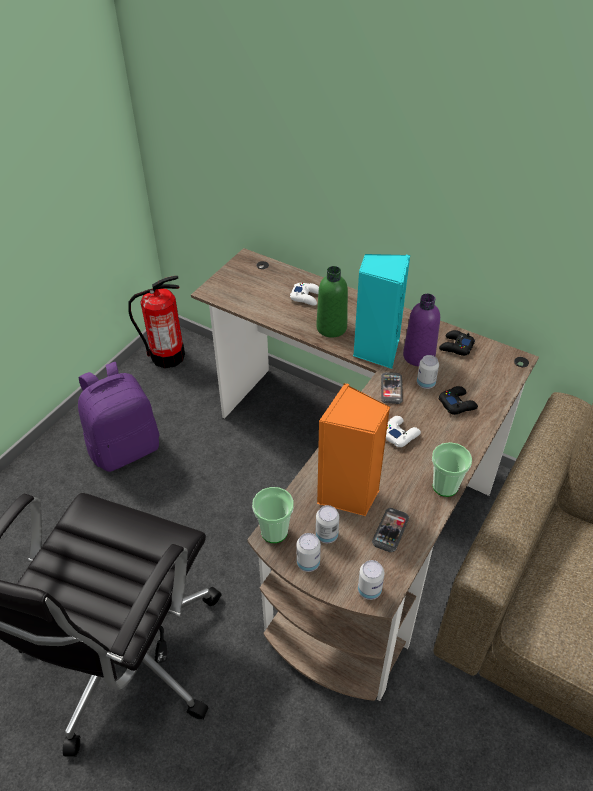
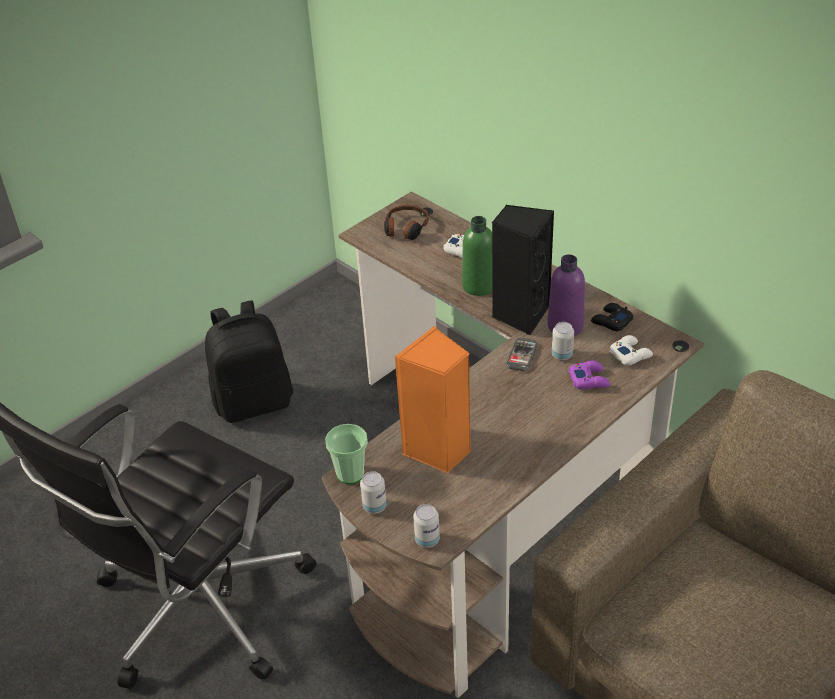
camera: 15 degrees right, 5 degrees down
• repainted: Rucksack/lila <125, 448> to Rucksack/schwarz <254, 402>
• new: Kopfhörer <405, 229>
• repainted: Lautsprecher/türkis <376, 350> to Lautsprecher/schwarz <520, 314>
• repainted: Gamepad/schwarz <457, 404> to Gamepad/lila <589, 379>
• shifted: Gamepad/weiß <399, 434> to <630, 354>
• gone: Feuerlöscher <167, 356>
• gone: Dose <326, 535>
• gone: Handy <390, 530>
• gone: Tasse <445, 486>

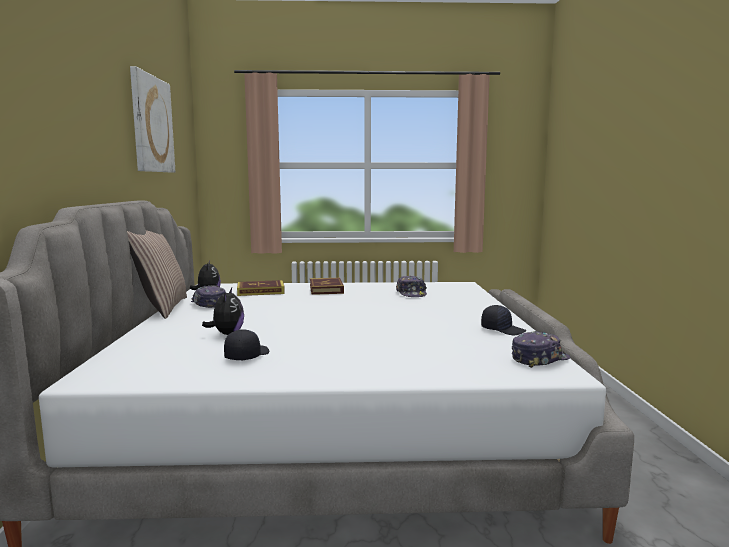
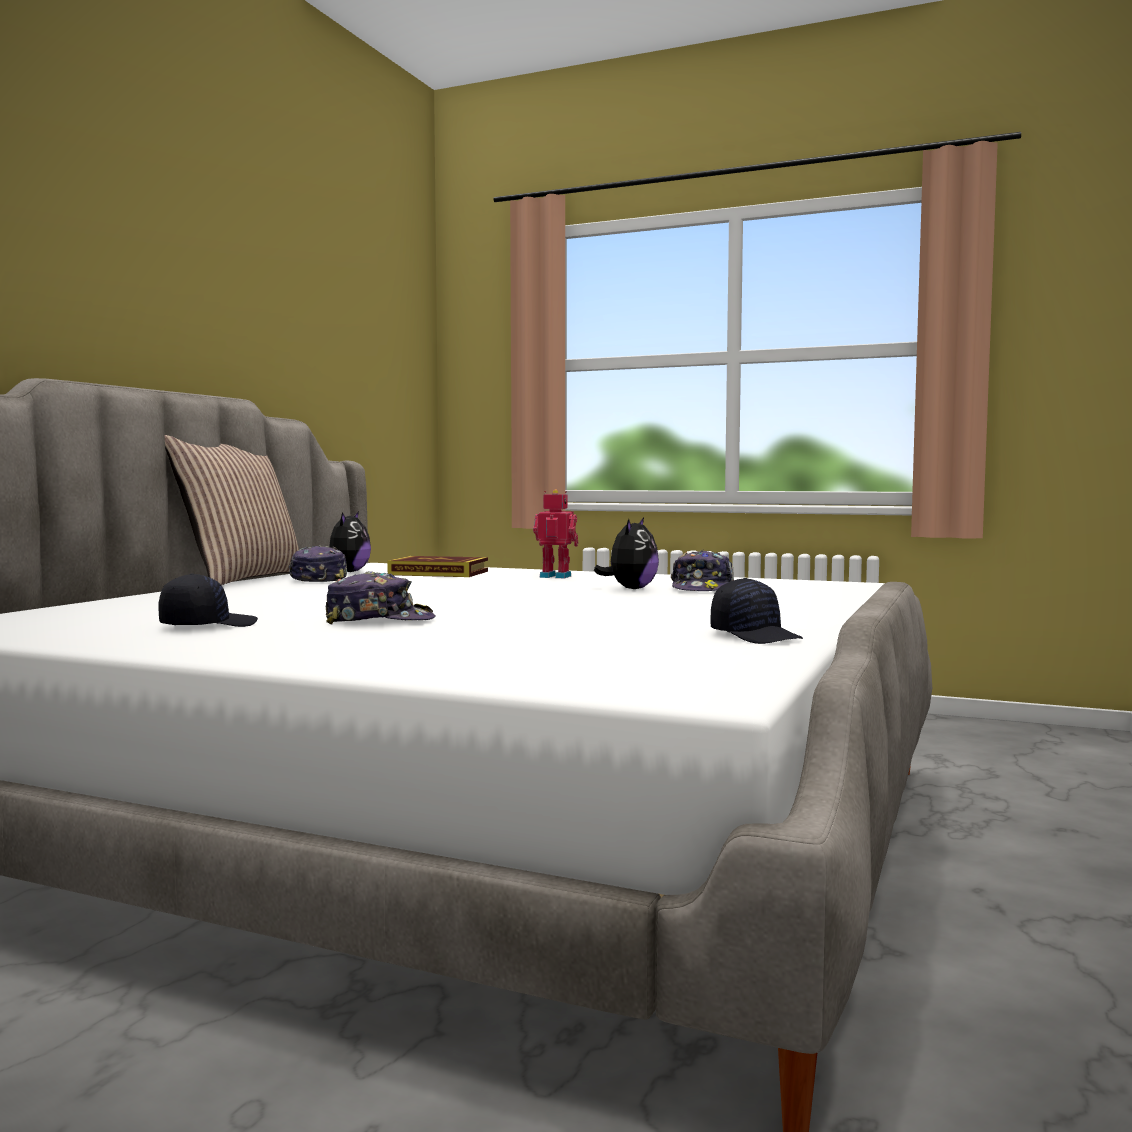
camera: 25 degrees right, 5 degrees down
• shifted: Kappe <539, 359> to <380, 620>
• swapped: Buch <326, 289> to Spielzeugroboter <556, 576>
• shifted: Plüschtier <227, 334> to <630, 589>
• gone: Bild <151, 124>

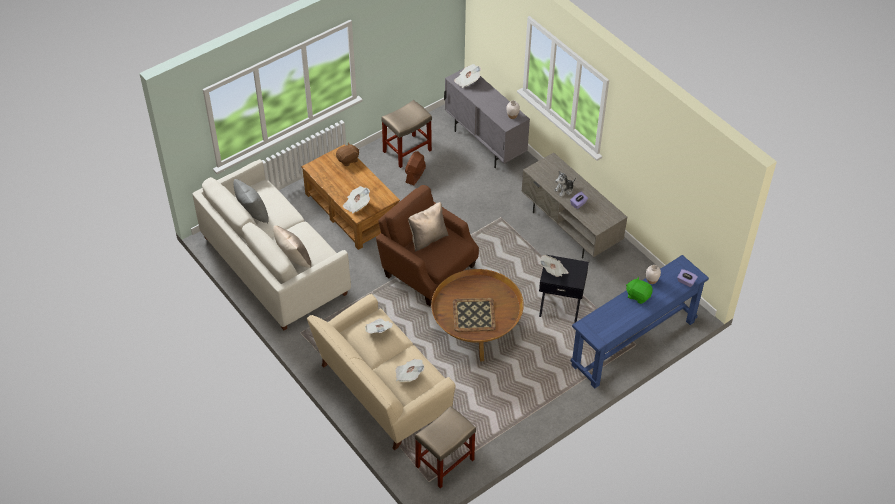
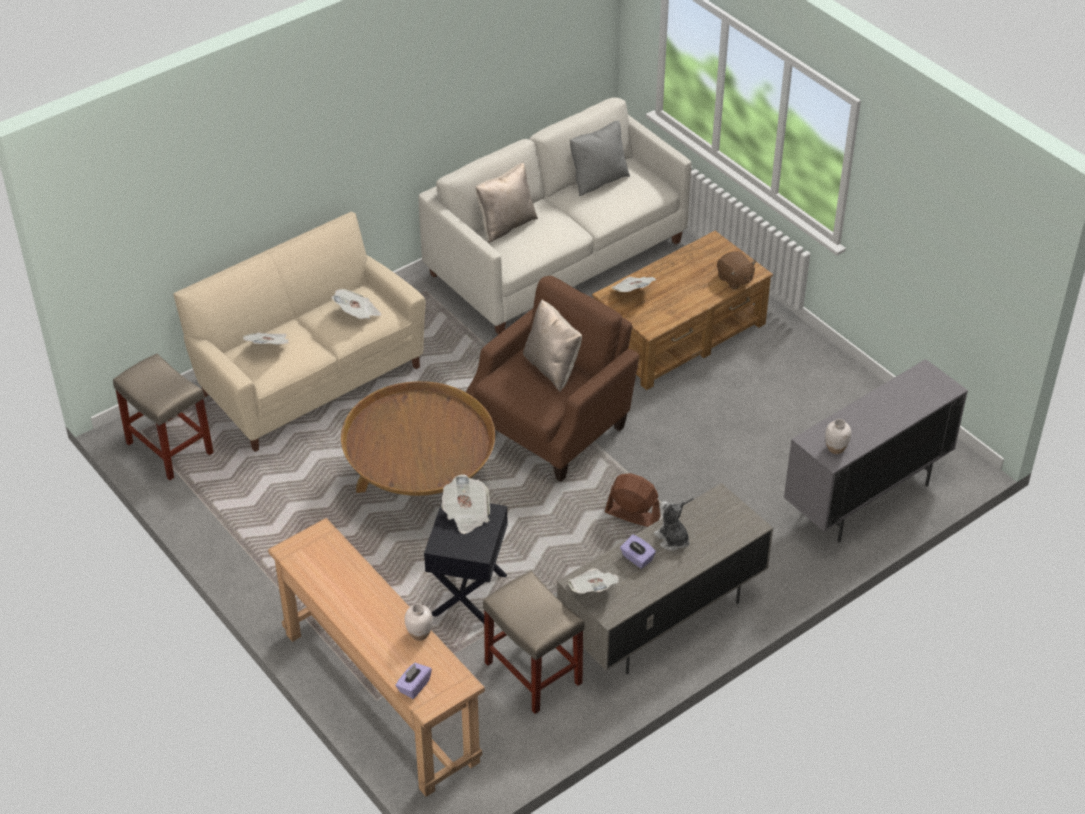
camera: 90 degrees right, 5 degrees down
• repainted: Konsolentisch/blau <633, 343> to Konsolentisch/braun <380, 696>
• shifted: Hocker/beige <407, 150> to <534, 673>
• shifted: Zeitung <467, 81> to <593, 590>
• shifted: Ventilator/braun <415, 175> to <632, 515>
• gone: Tablett <474, 315>
• gone: Plüschtier/grün <638, 295>

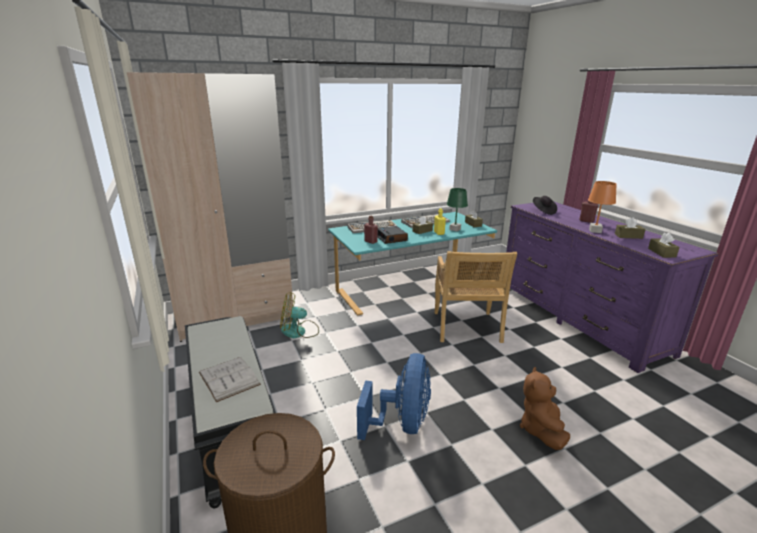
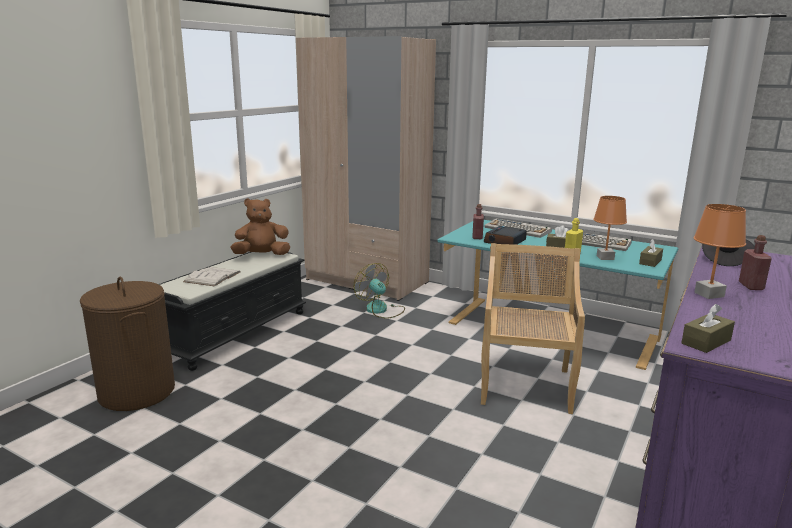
camera: 55 degrees right, 5 degrees down
• shifted: Plüschtier/braun <541, 430> to <261, 255>
• rotated: Stuhl/beige <466, 328> = <525, 385> 135 degrees clockwise
• repainted: Tischlampe/grün <455, 229> to Tischlampe/orange <605, 258>
• gone: Ventilator/blau <402, 423>
• gone: Taschentuchbox/braun <628, 236>

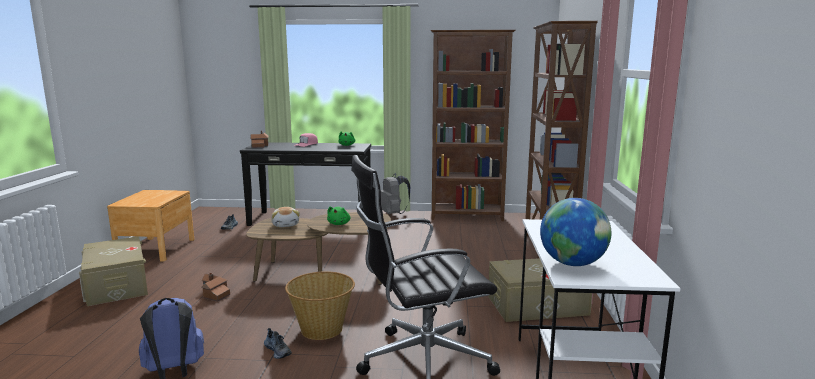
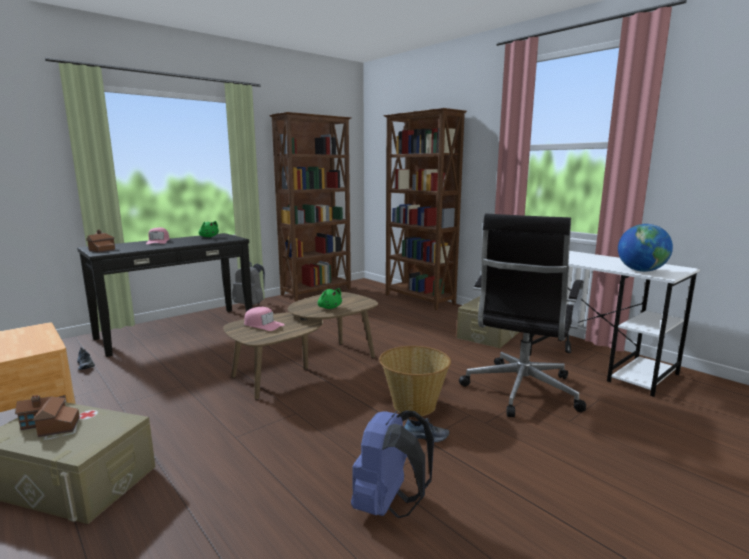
camera: 45 degrees left, 0 degrees up
• shifted: Spielzeughaus <214, 294> to <49, 426>
• swapped: Plüschtier <286, 225> to Kappe/rosa <263, 325>

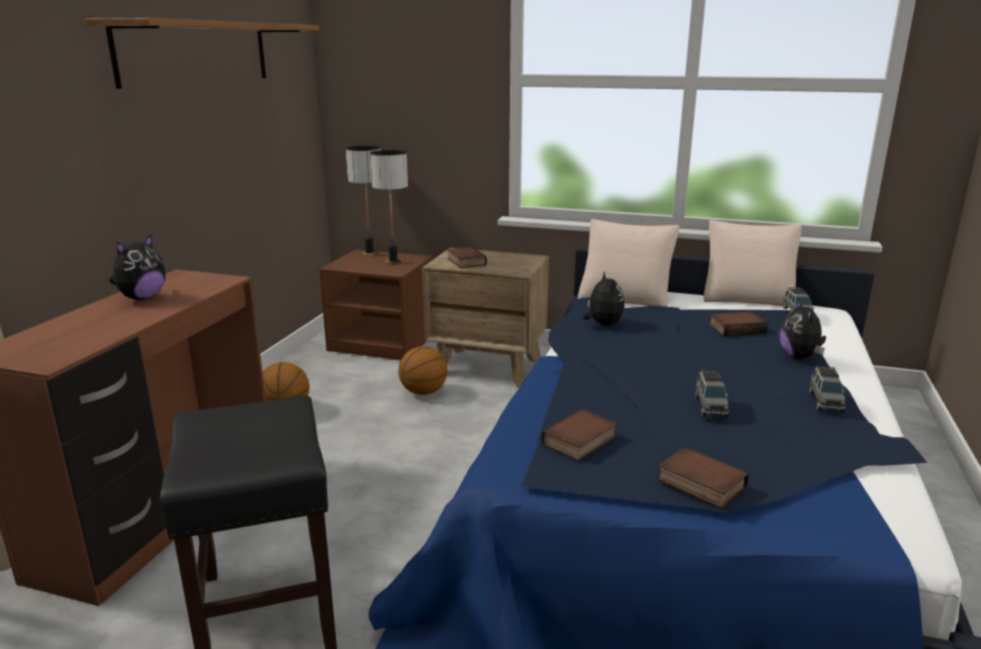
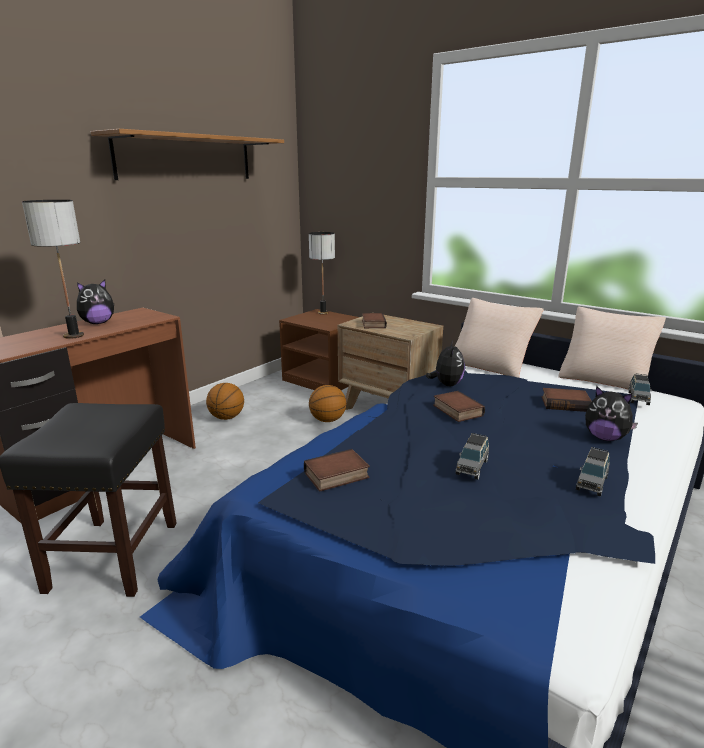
camera: 20 degrees right, 0 degrees up
• shifted: Tischlampe <393, 262> to <74, 336>
• shifted: Buch <699, 484> to <456, 410>
• rotated: Plüschtier <800, 357> = <605, 438> 75 degrees counterclockwise

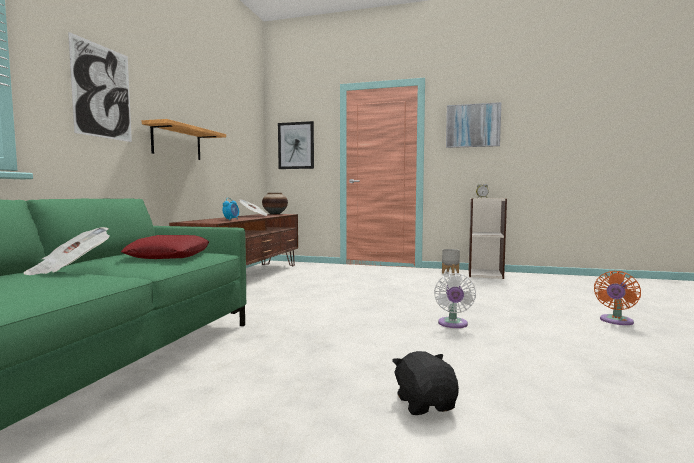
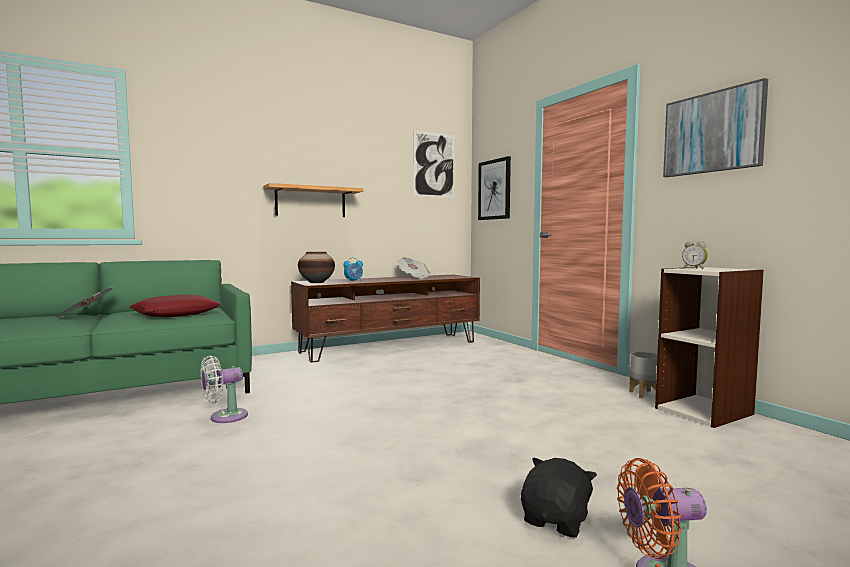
camera: 45 degrees right, 0 degrees up
• shifted: Ventilator/weiß <453, 324> to <224, 417>
• shifted: Vase <275, 214> to <316, 282>
• shifted: Bild <102, 92> to <434, 165>
• shifted: Plüschtier/schwarz <425, 404> to <556, 520>

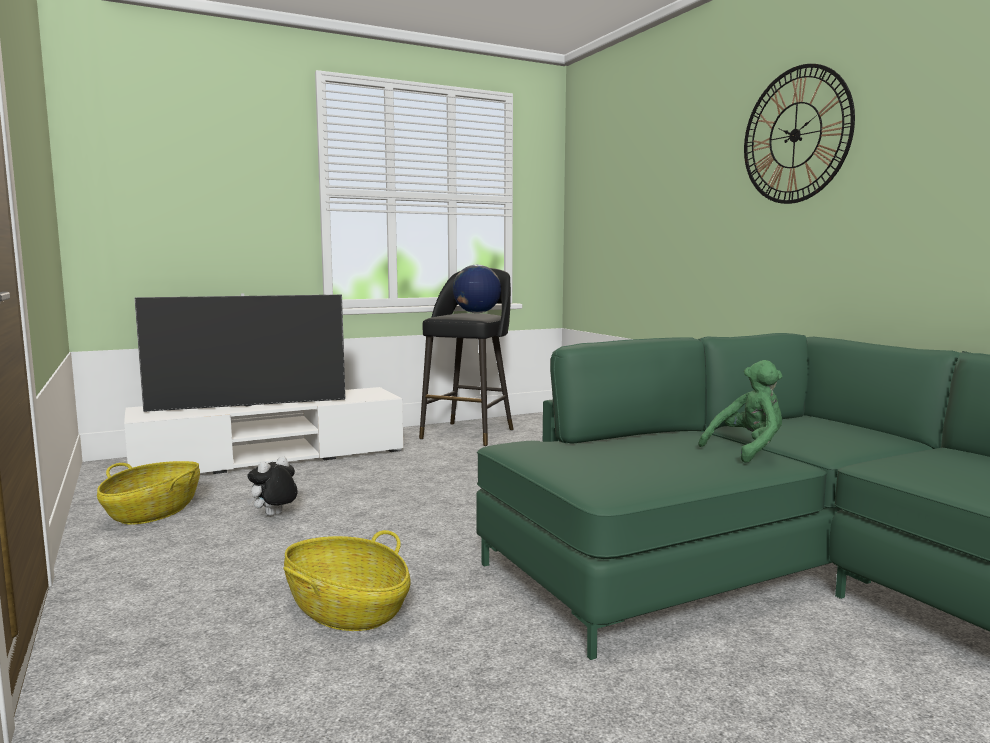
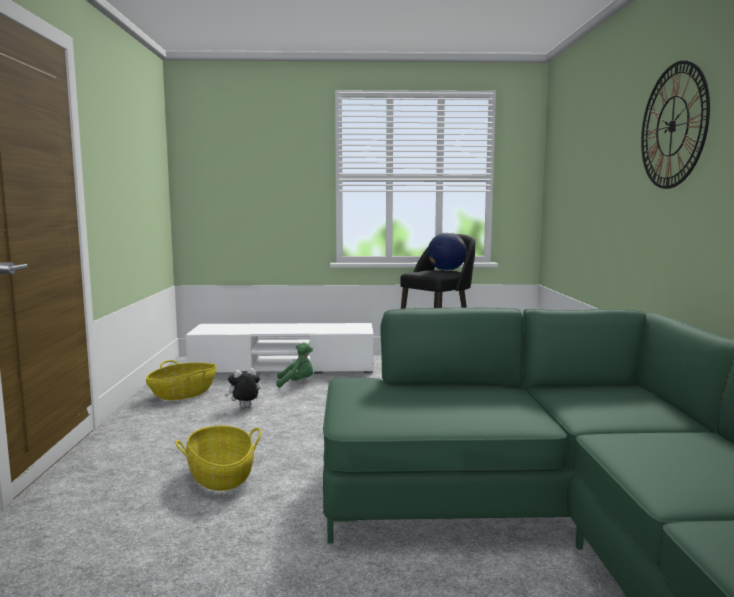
camera: 25 degrees right, 0 degrees up
• shifted: Plüschtier/grün <747, 450> to <297, 383>
• gone: Fernseher <248, 405>

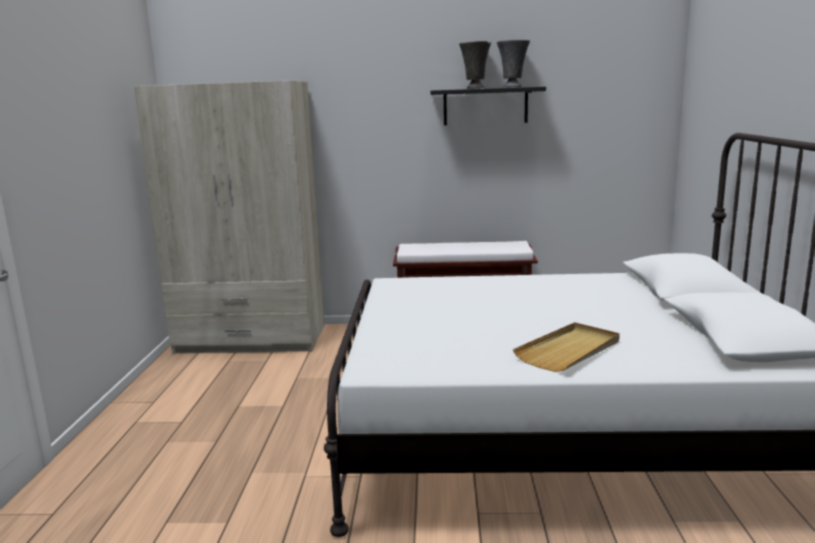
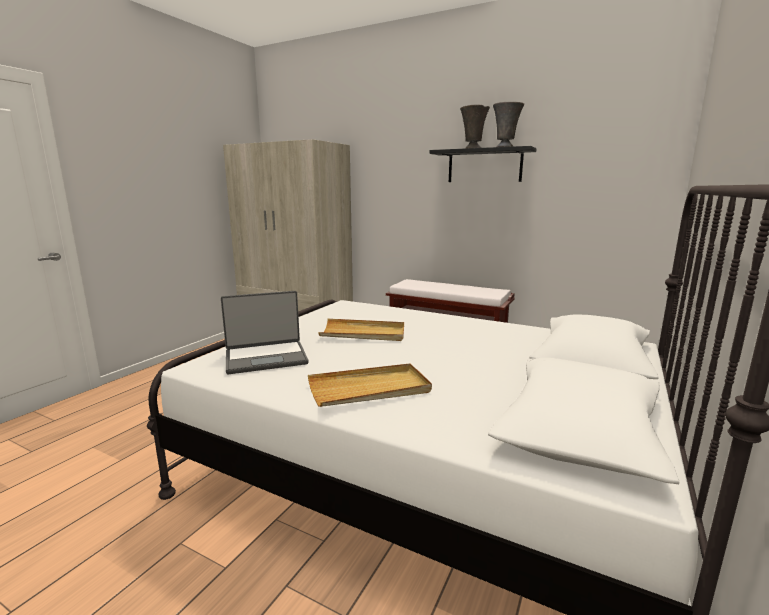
camera: 25 degrees right, 0 degrees up
• new: Laptop <266, 358>
• new: Tablett/beige <363, 333>

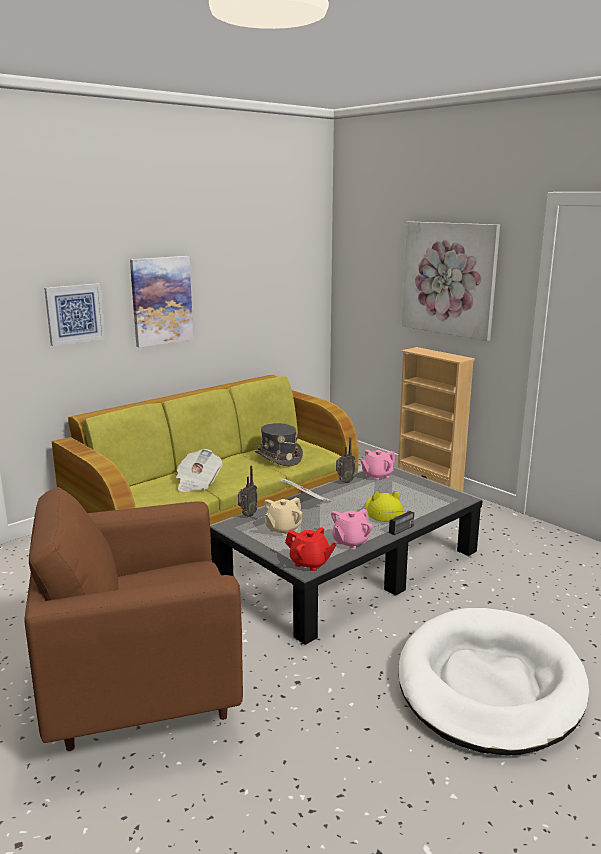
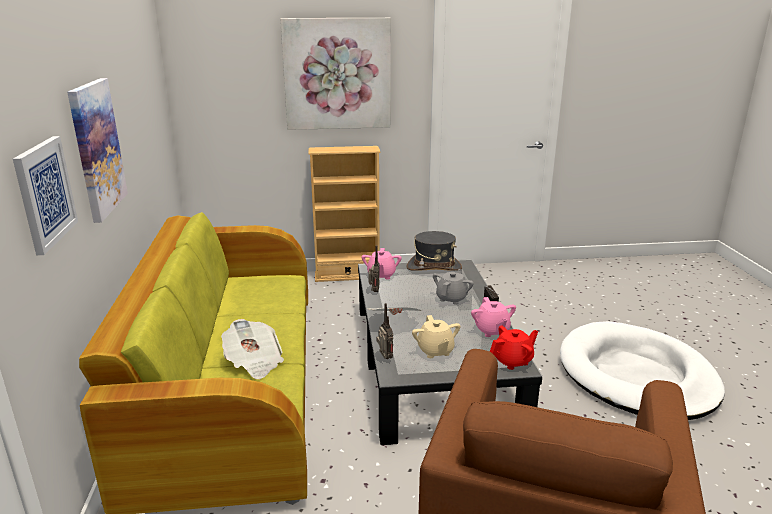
camera: 55 degrees left, 5 degrees up
• shifted: Hut/grau <278, 458> to <434, 267>
• swapped: Hut/gelb <383, 512> to Teekanne/grau <452, 298>

